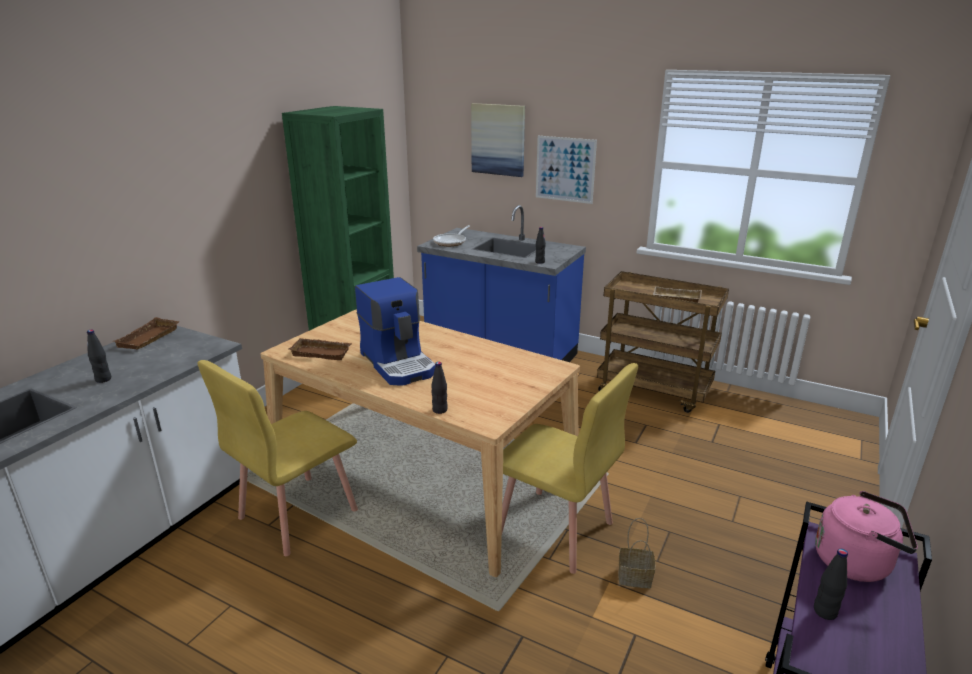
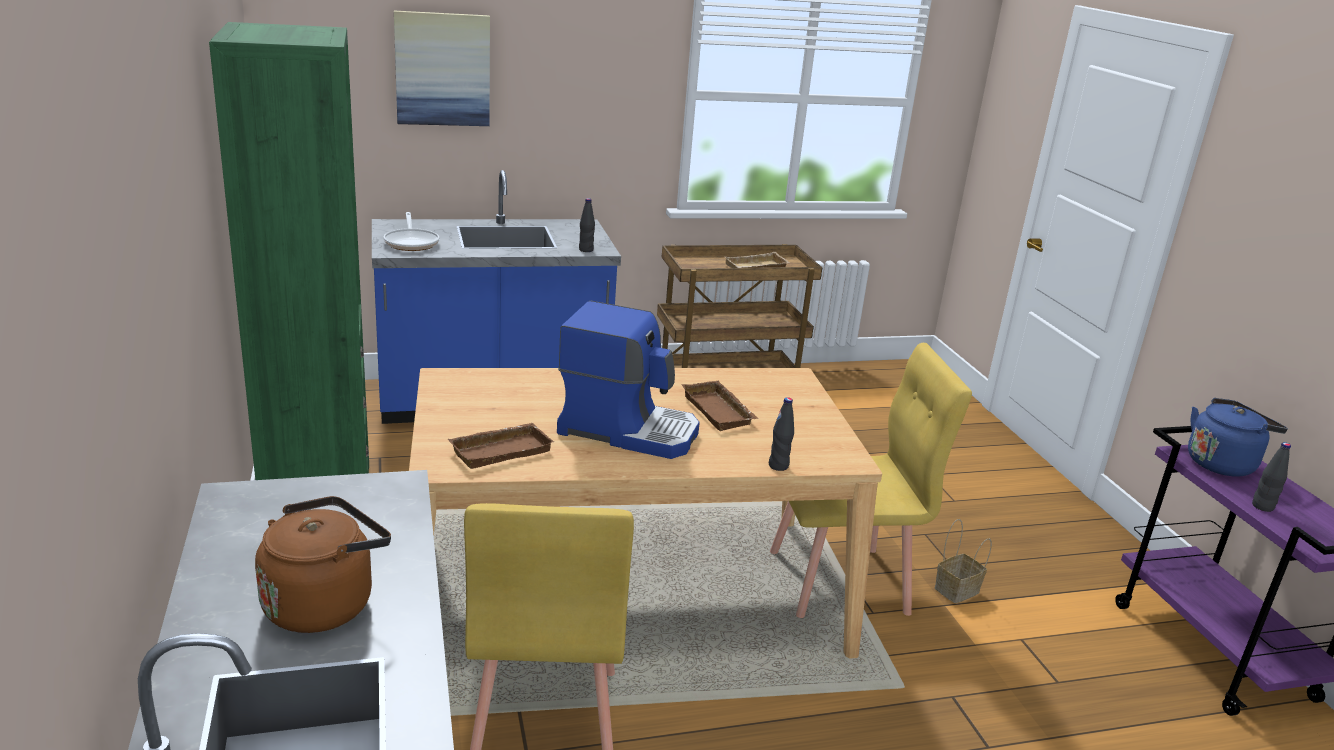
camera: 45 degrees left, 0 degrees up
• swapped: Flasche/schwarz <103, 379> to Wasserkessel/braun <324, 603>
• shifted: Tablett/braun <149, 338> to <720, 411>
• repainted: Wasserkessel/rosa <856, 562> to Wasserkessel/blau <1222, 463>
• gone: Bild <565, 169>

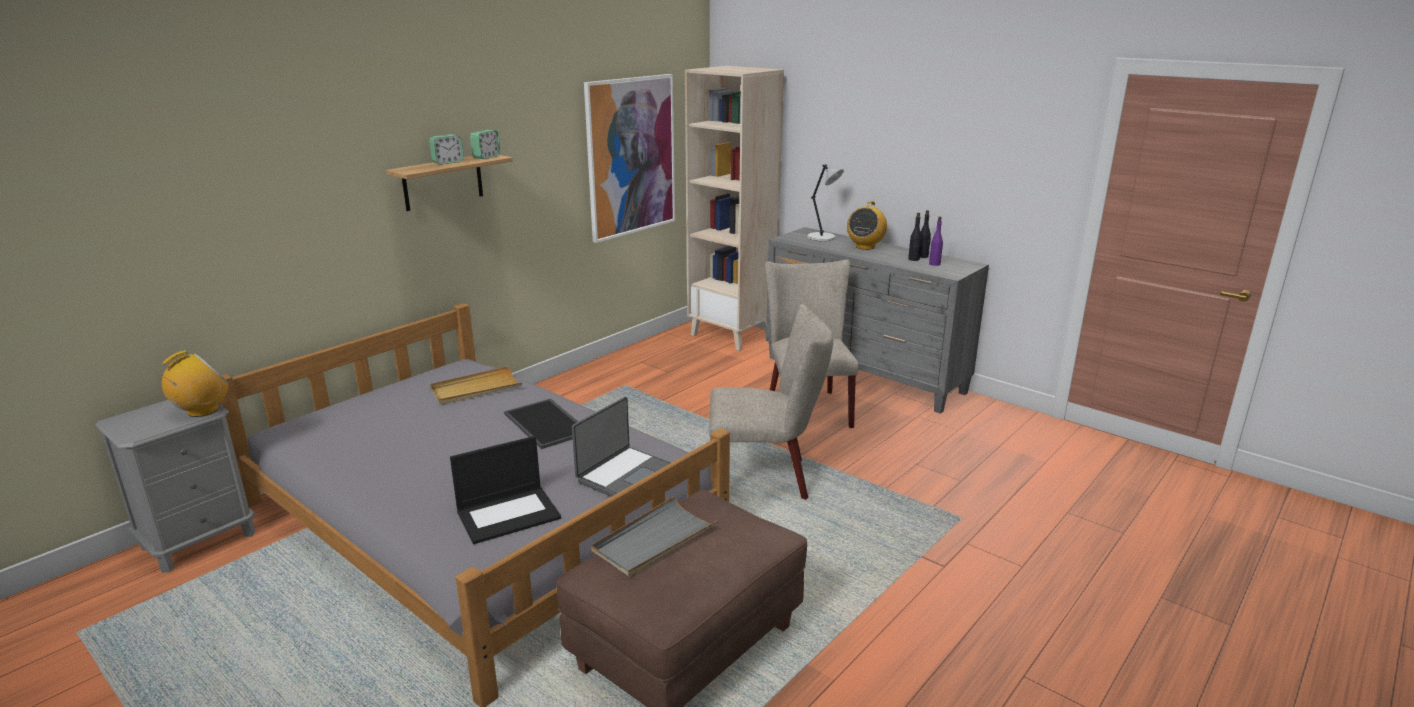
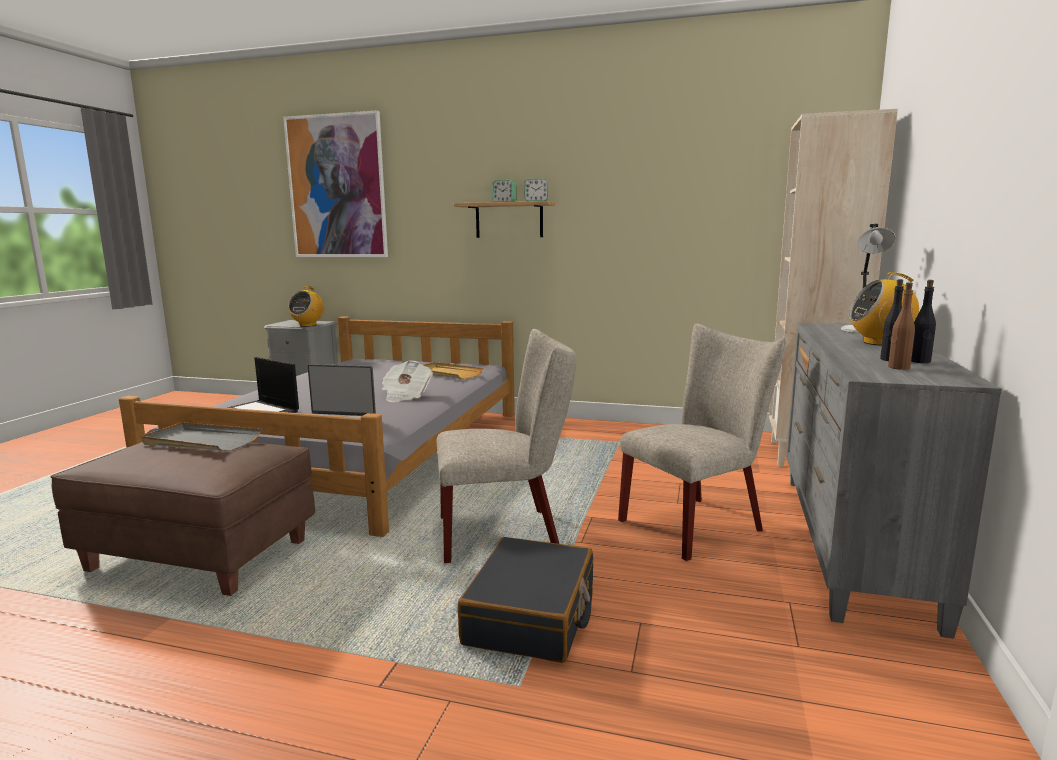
camera: 65 degrees right, 10 degrees down
• shifted: Bild <631, 156> to <337, 187>
• rotated: Radio <202, 411> = <308, 325> 90 degrees clockwise
• swapped: Tablett <548, 423> to Zeitung <406, 395>
• rotated: Stuhl/beige <765, 478> = <506, 533> 75 degrees counterclockwise
• new: Koffer/schwarz <531, 616>
• repainted: Flasche/lila <934, 264> to Flasche/braun <898, 367>

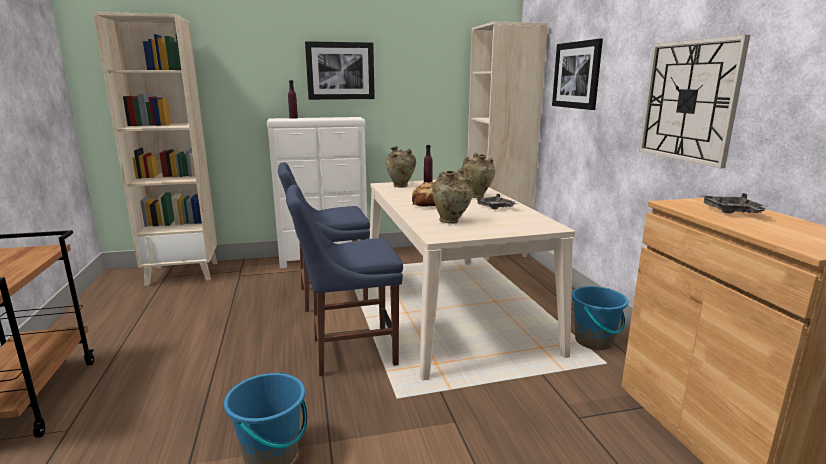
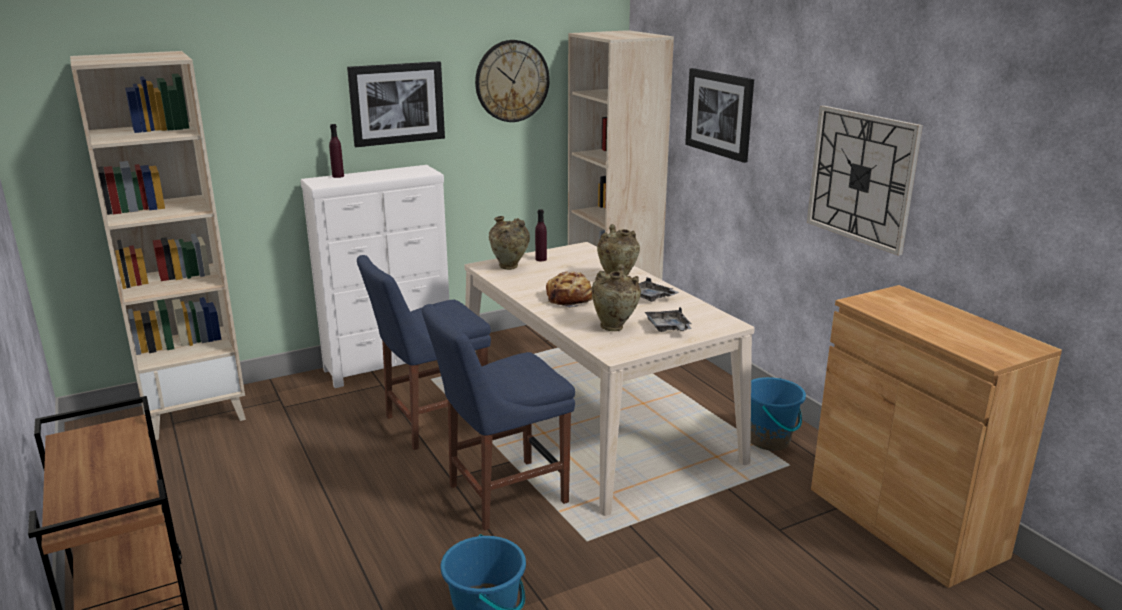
camera: 15 degrees left, 5 degrees up
• new: Wanduhr <512, 81>
• shifted: Tablett/grau <732, 212> to <668, 328>

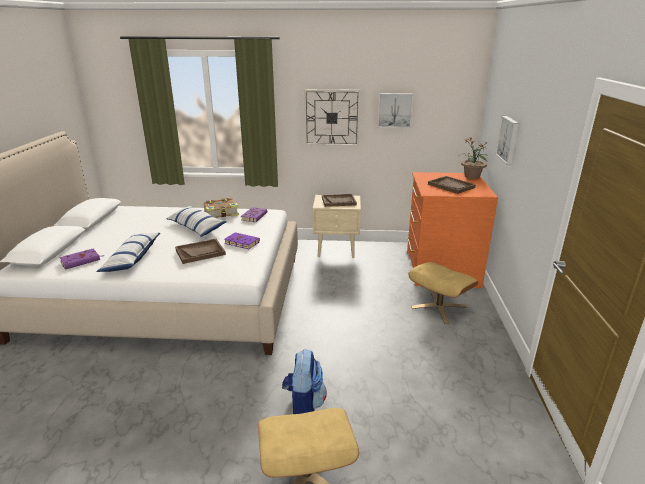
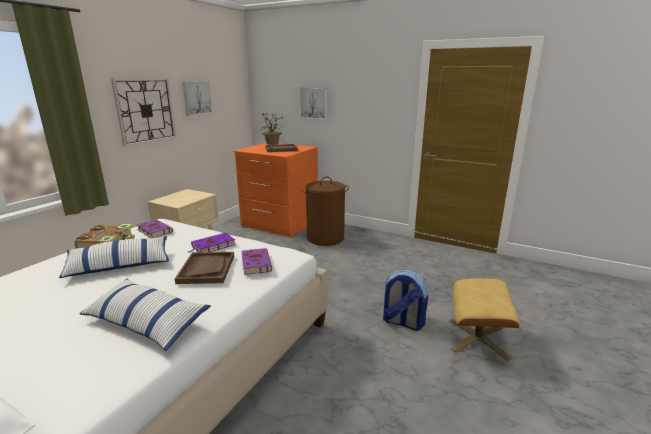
camera: 65 degrees left, 5 degrees down
• shifted: Buch/lila <81, 261> to <256, 263>
• swapped: Polsterhocker/beige <438, 307> to Wäschekorb/braun <325, 238>
• gone: Tablett/braun <338, 201>

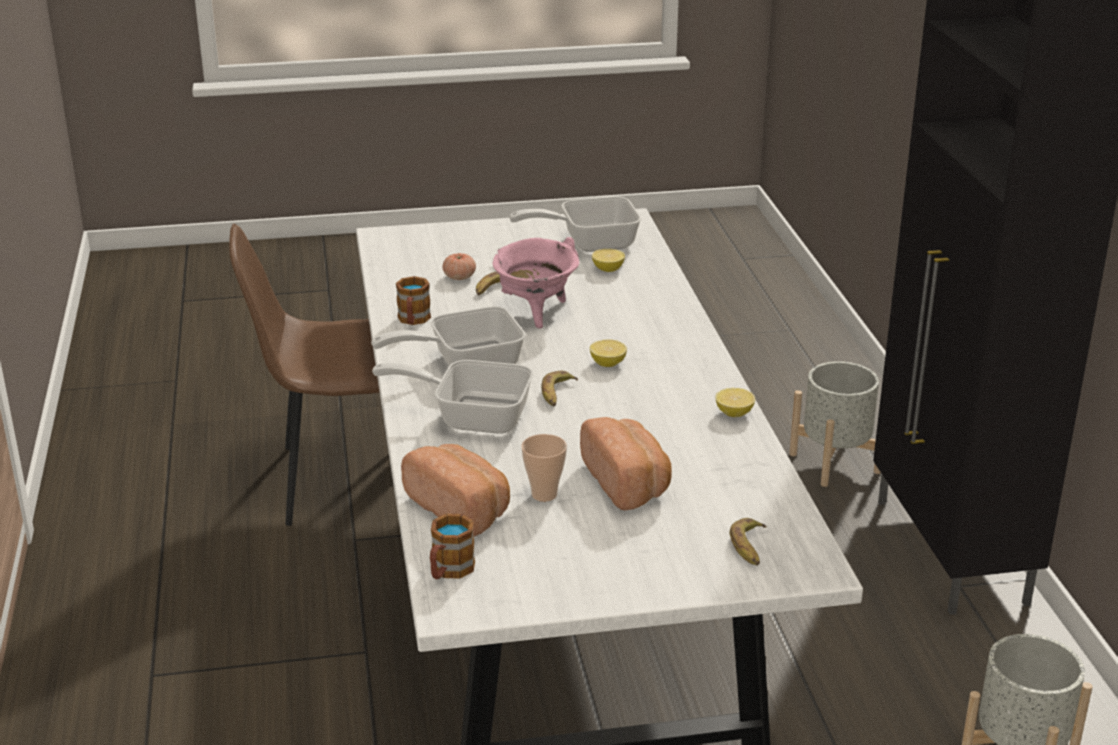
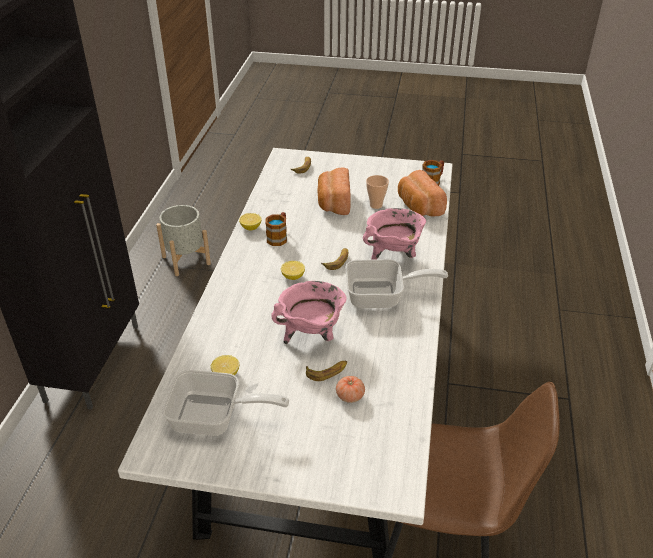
camera: 160 degrees left, 10 degrees up
• shifted: Henkelbecher <413, 320> to <278, 237>
• swapped: Pfanne <471, 416> to Kochtopf/rosa <393, 256>
• gone: Pflanzkübel/grau <834, 463>

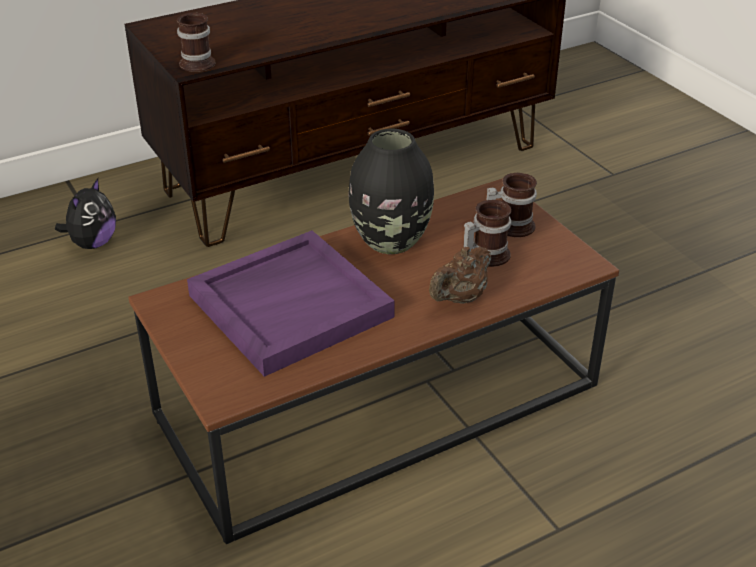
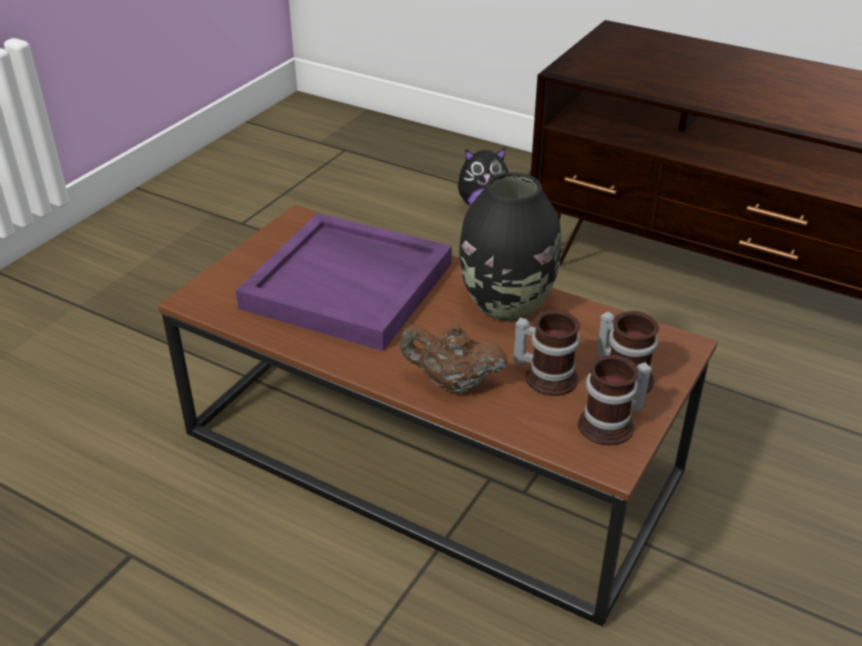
camera: 60 degrees right, 0 degrees up
• shifted: Henkelbecher <199, 62> to <612, 425>

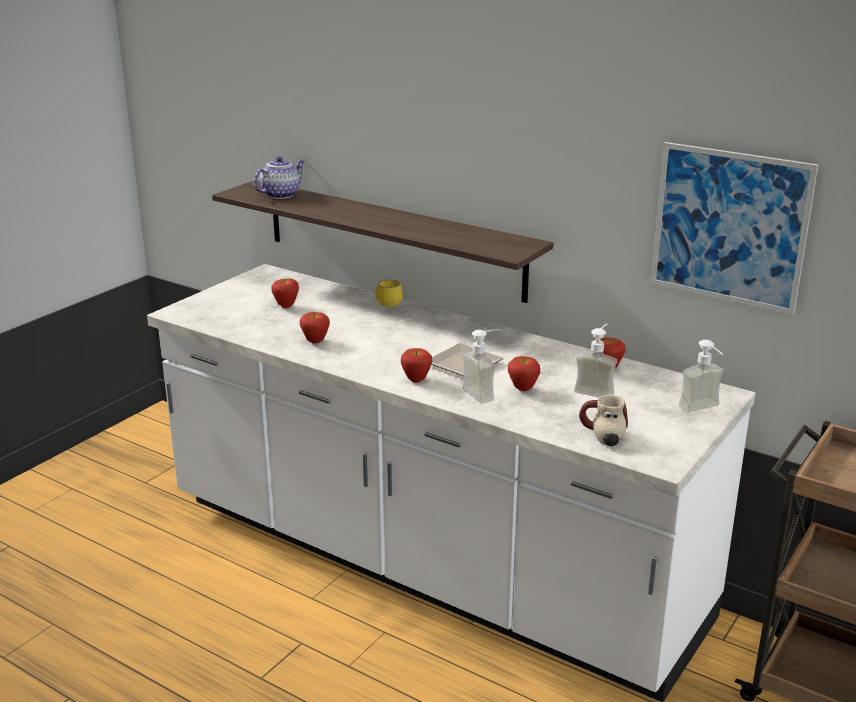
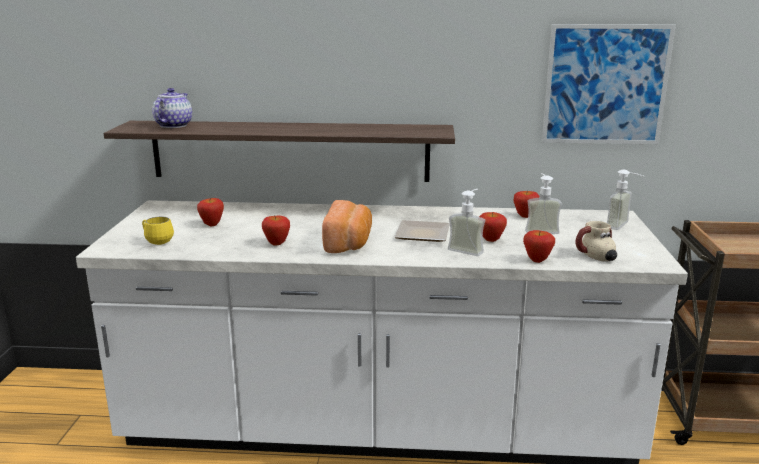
camera: 30 degrees left, 5 degrees down
• shifted: Henkelbecher/gelb <387, 303> to <156, 241>
• new: Brot <349, 243>
• shifted: Apfel <416, 380> to <537, 260>

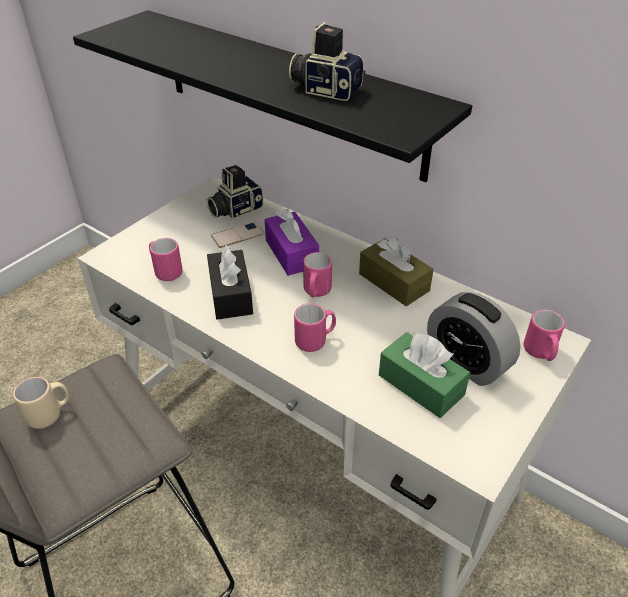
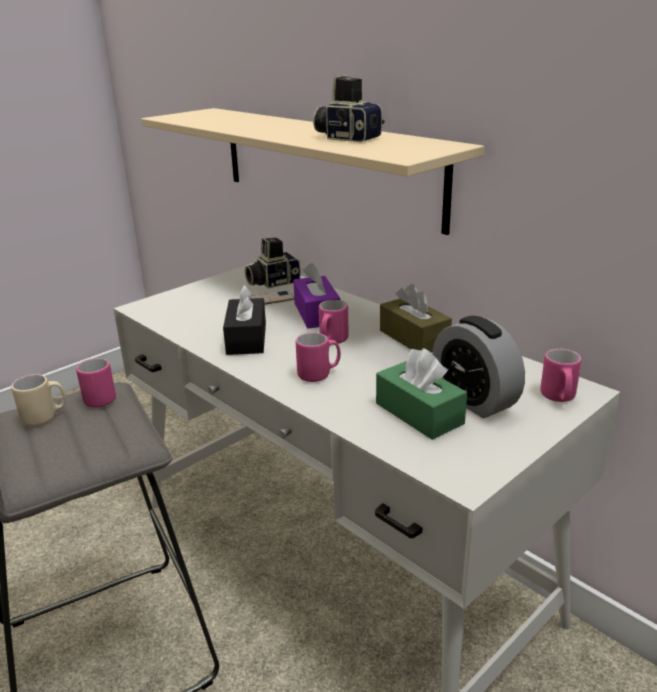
camera: 10 degrees right, 15 degrees down
• shifted: Henkelbecher/rosa <165, 271> to <97, 398>
• repainted: Wandregal/schwarz <288, 92> to Wandregal/beige <325, 164>

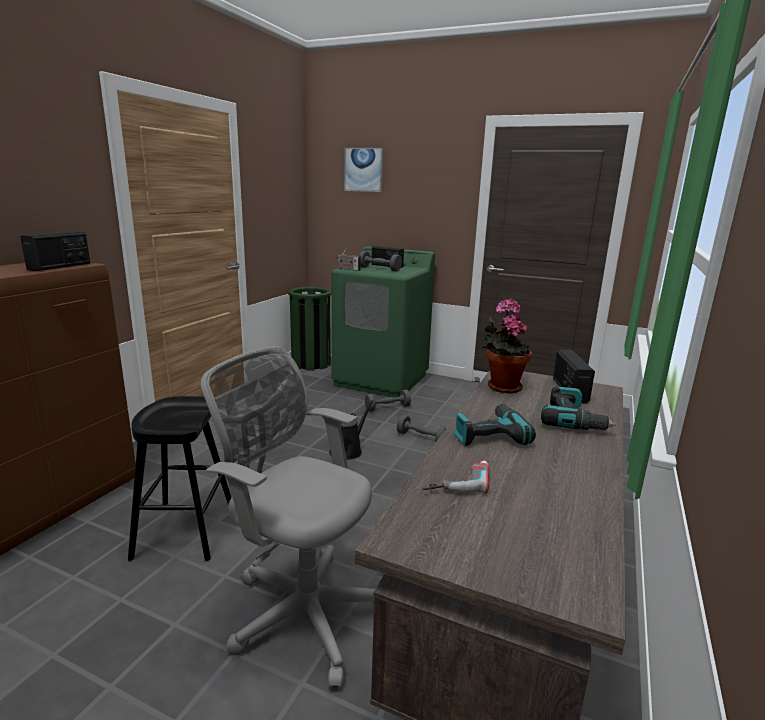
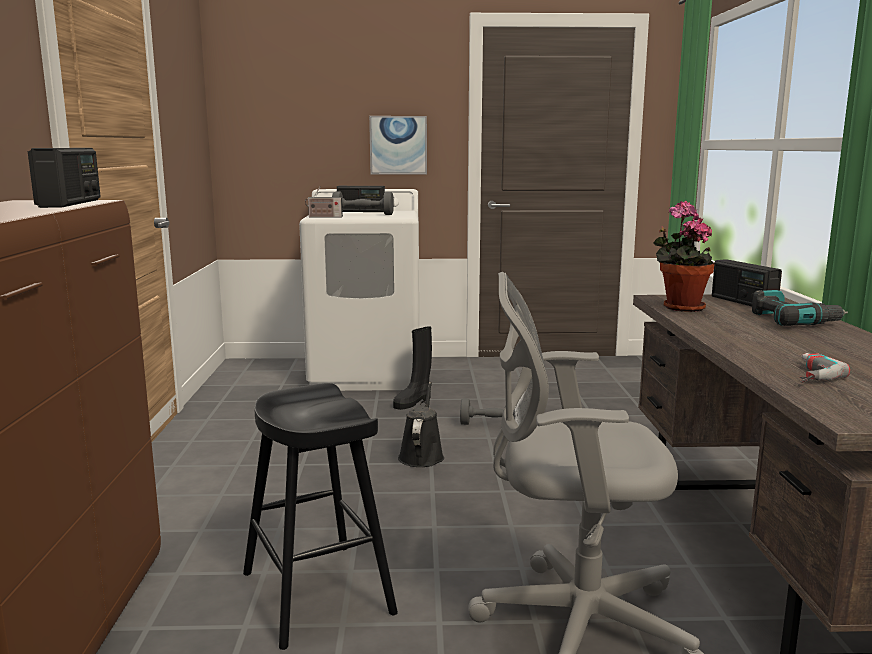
camera: 25 degrees left, 5 degrees down
• repainted: Waschmaschine/grün <381, 380> to Waschmaschine/weiß <367, 374>
• shifted: Bild <363, 170> to <398, 145>
• swapped: Hantel/grau <387, 408> to Stiefel/schwarz <413, 402>
• gone: Mülleimer/grün <311, 364>
• gone: Bohrmaschine <488, 434>

